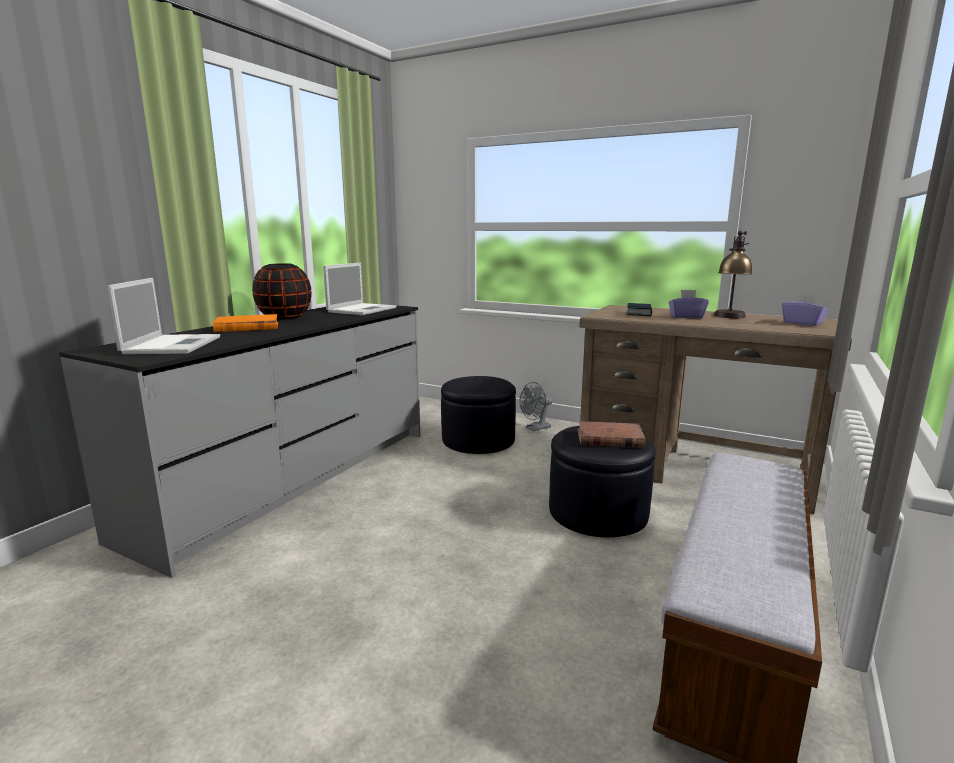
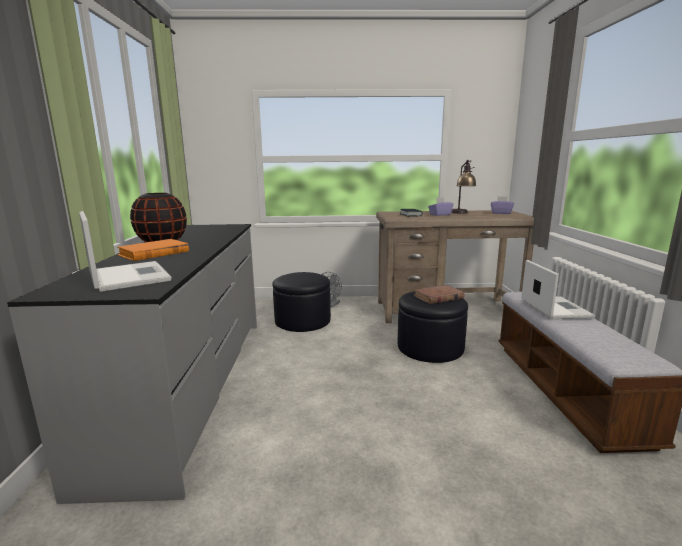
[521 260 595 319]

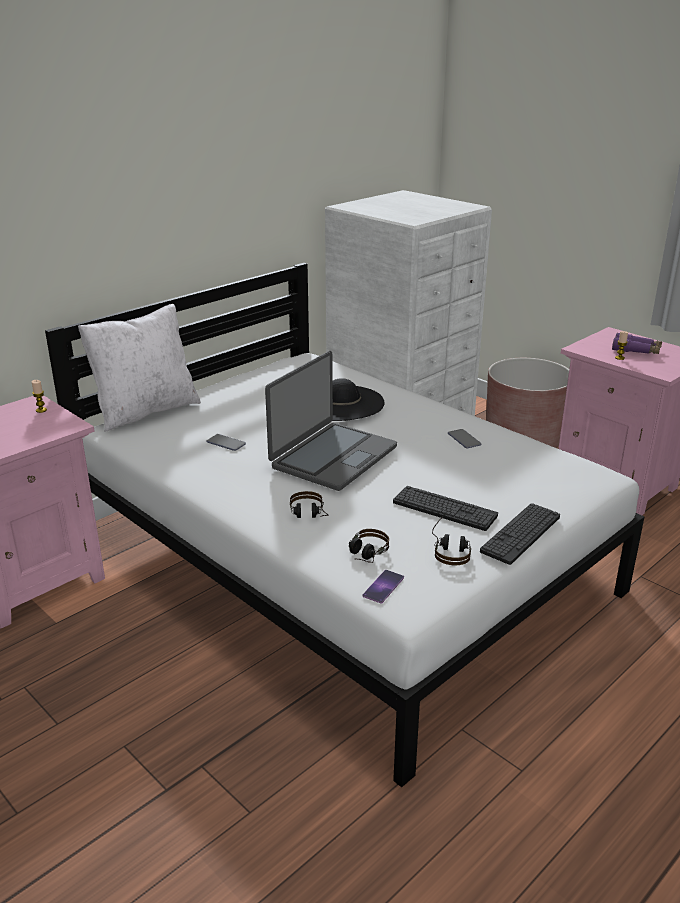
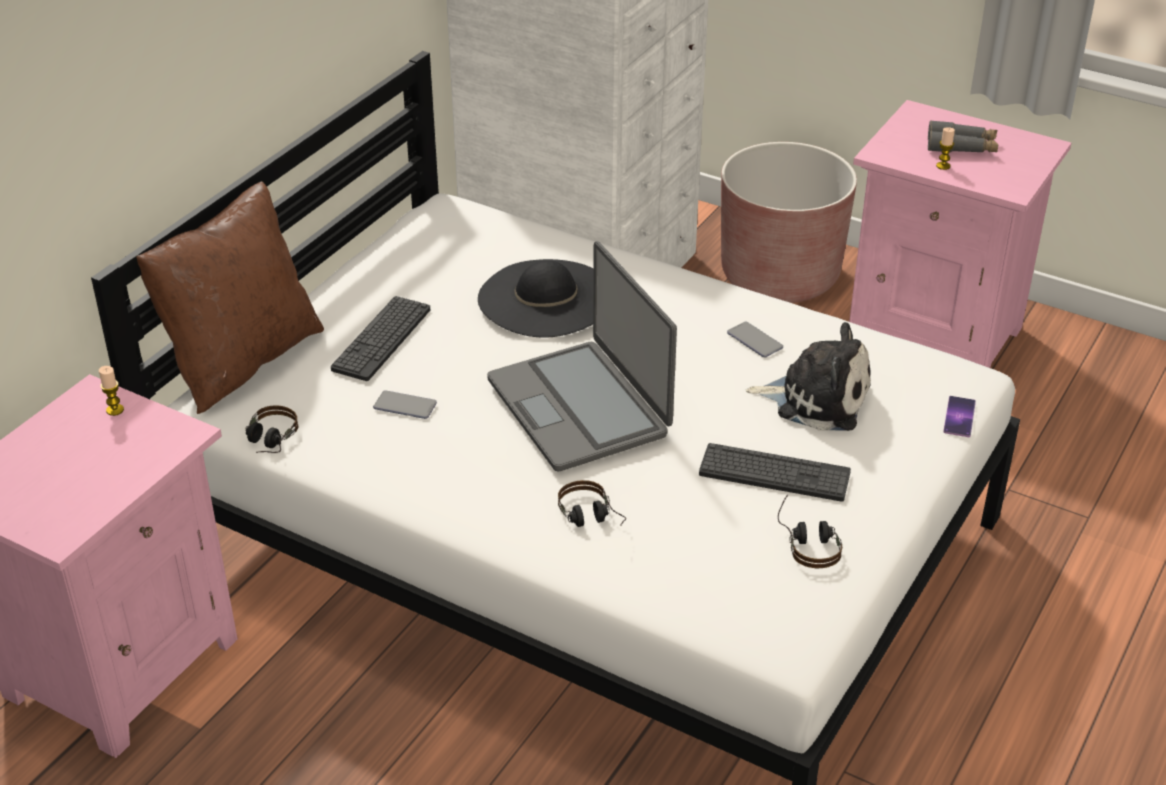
[746 322 871 431]
[245 405 298 453]
[943 396 976 437]
[331 296 430 381]
[137 181 324 414]
[928 120 998 153]
[487 241 677 472]

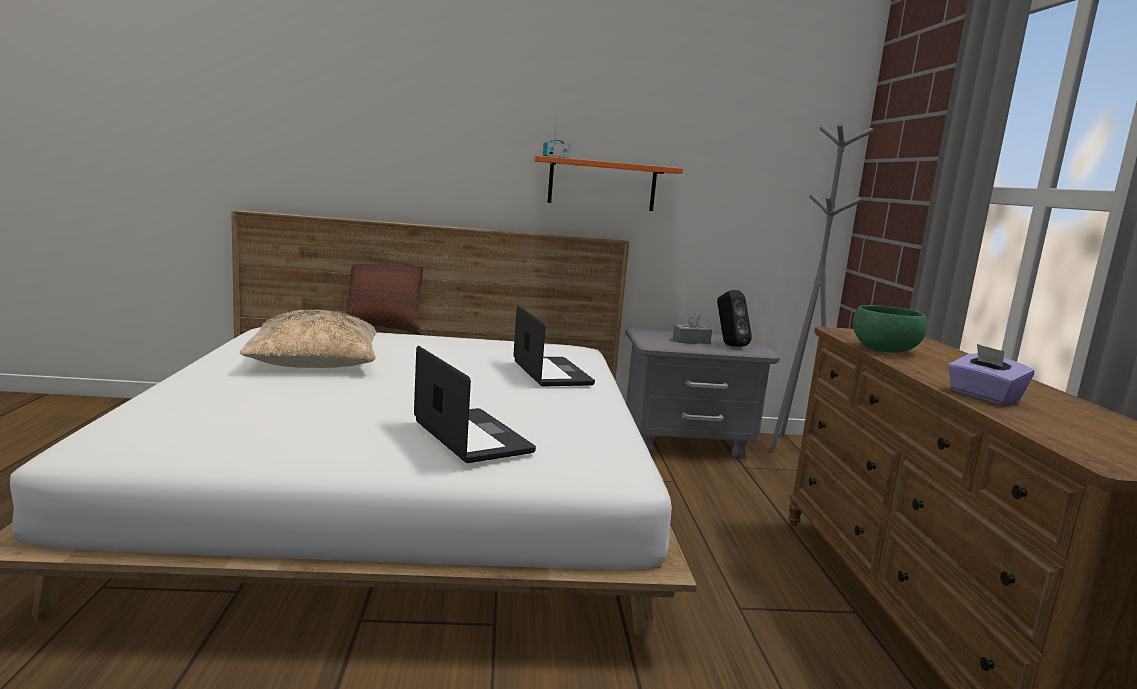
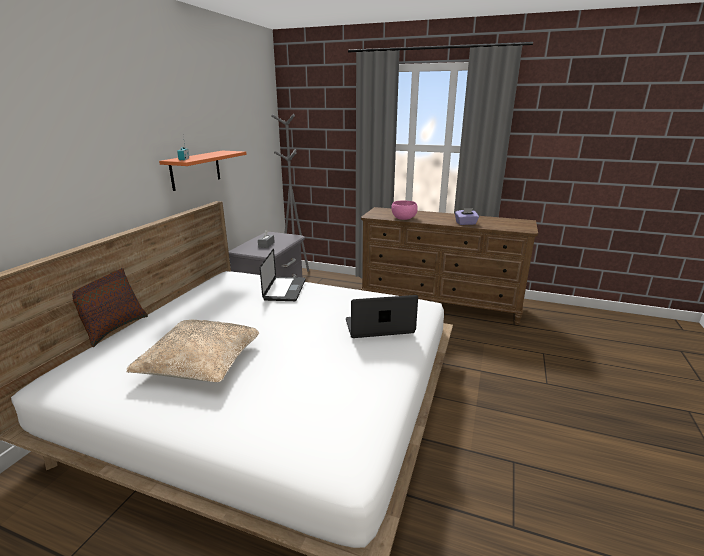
[717 290 752 347] (first image)
[391 200 418 220]
[260 248 306 301]

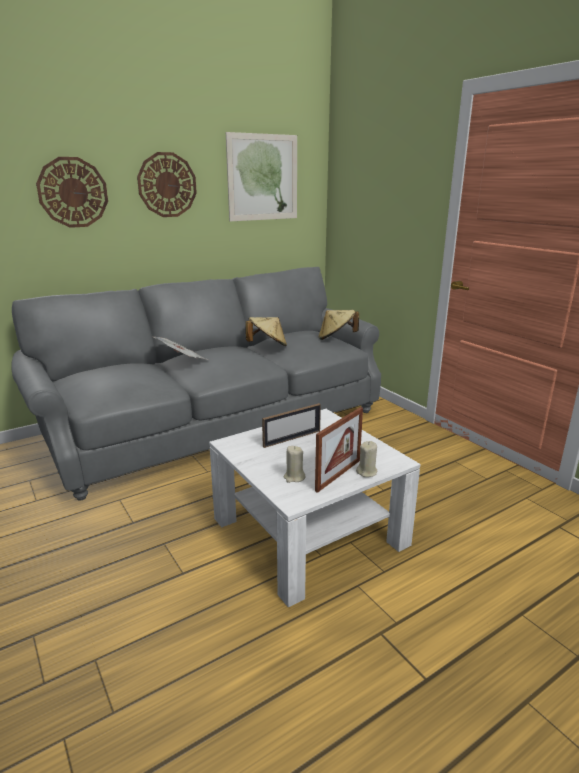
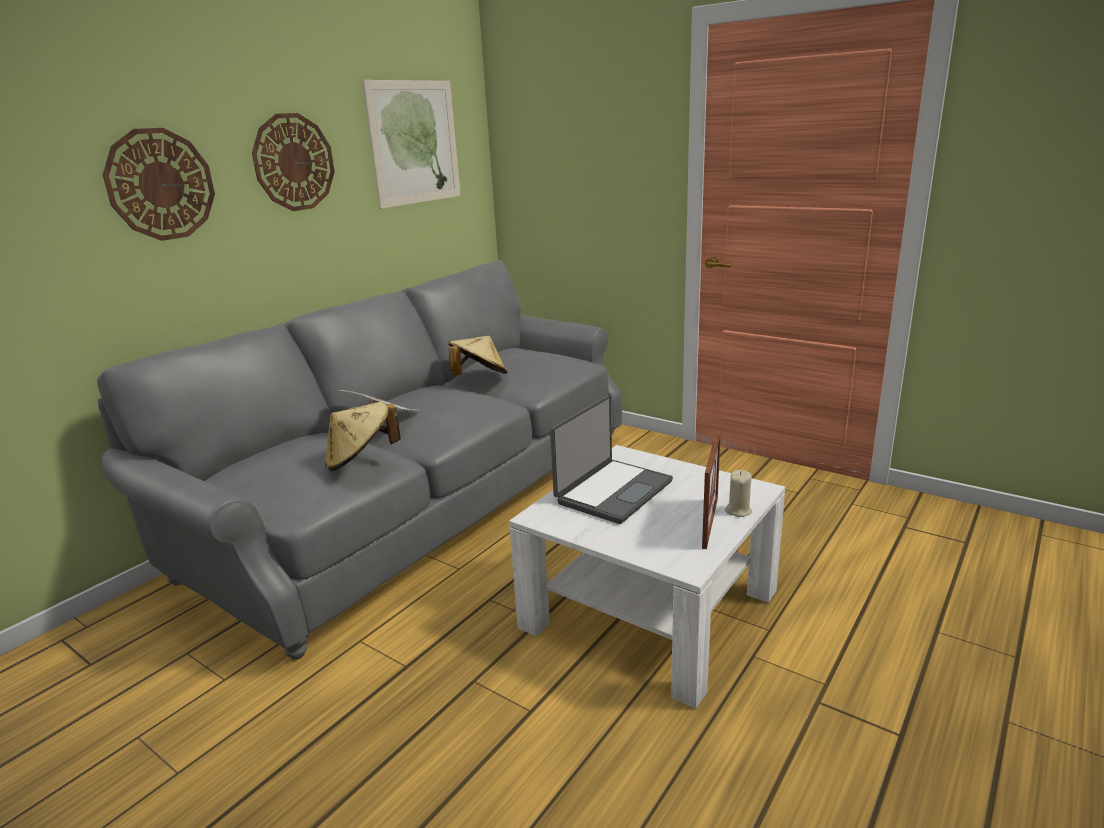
[284 446 306 483] (first image)
[325 402 401 471]
[550 395 673 524]

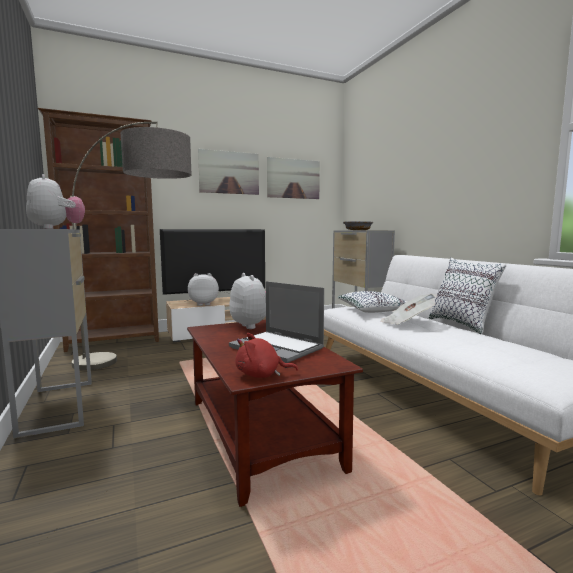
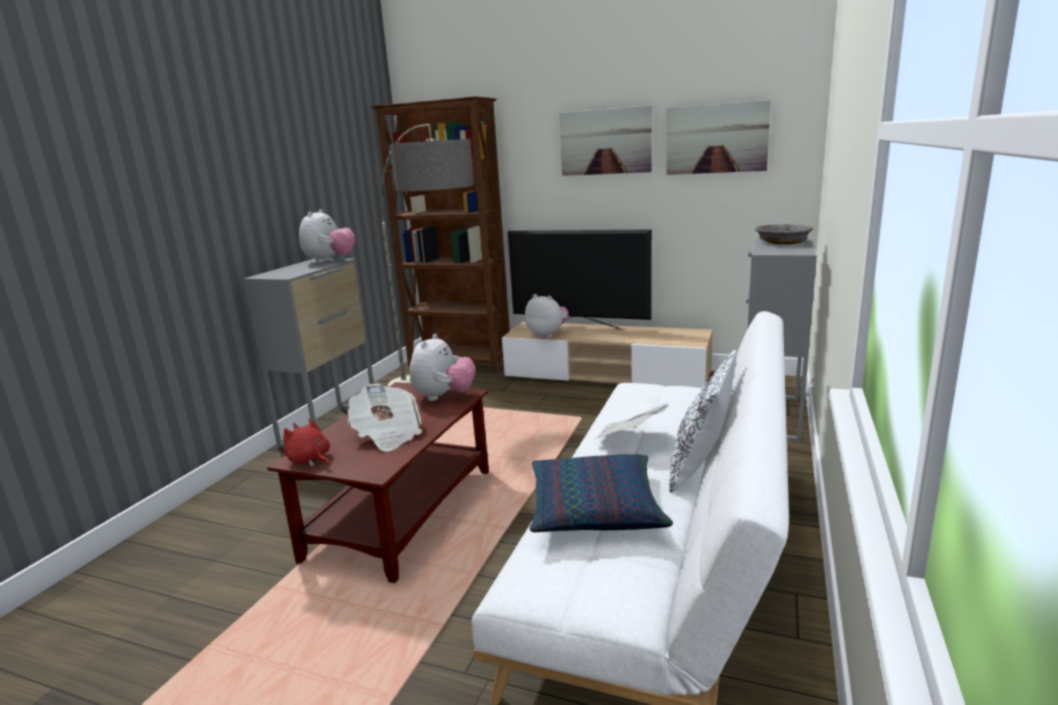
[338 291 407 313] (first image)
[529 454 673 532]
[348 383 422 452]

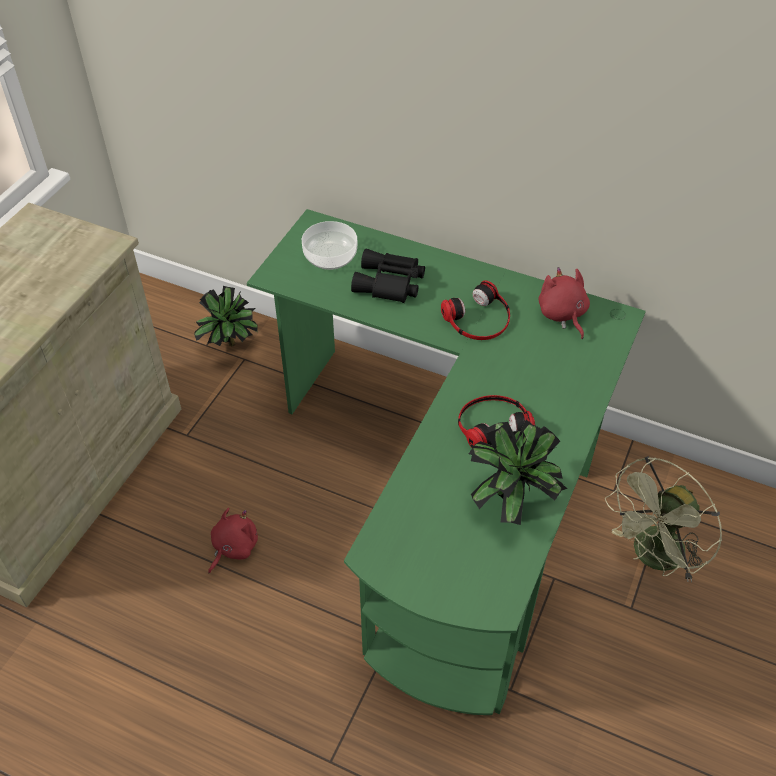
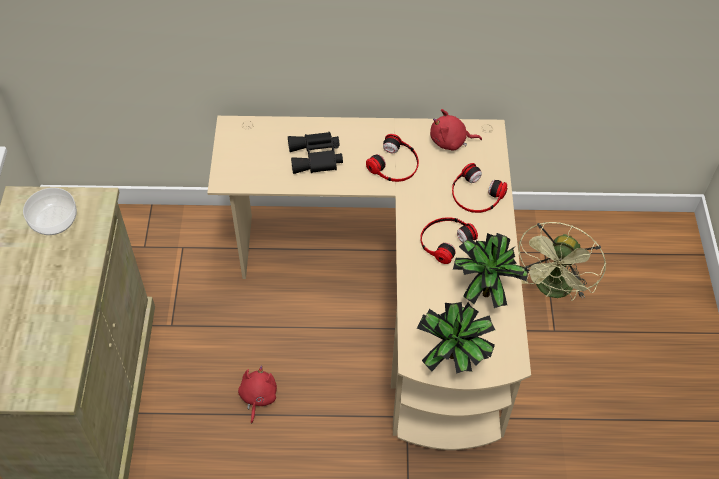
[452 163 507 213]
[417 302 495 374]
[23 188 77 235]
[207 116 531 450]
[430 109 482 150]

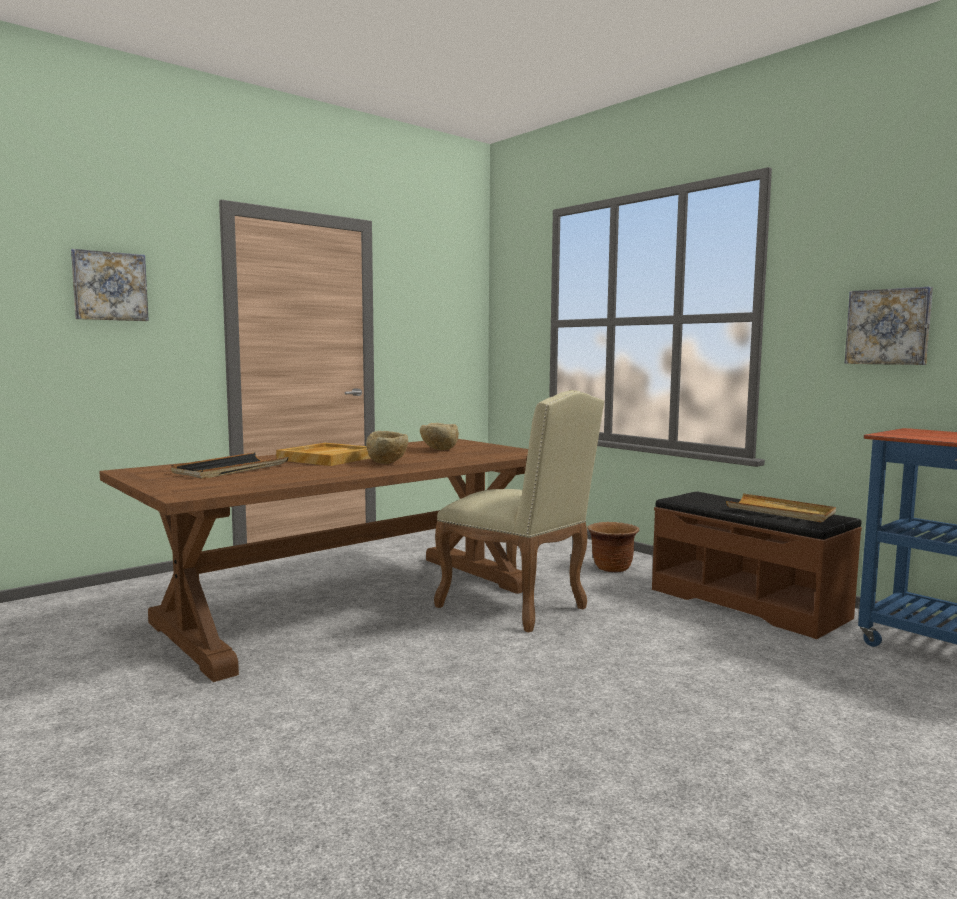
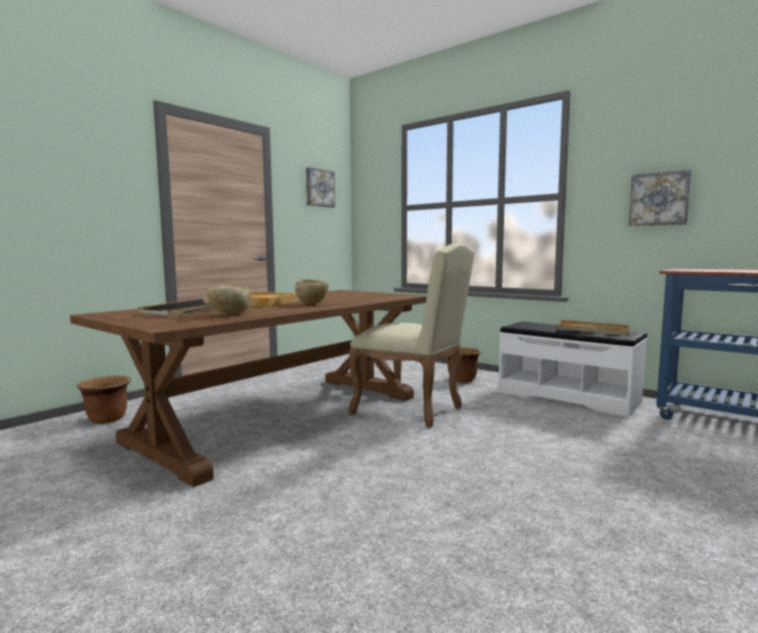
[77 375 131 424]
[306 167 335 208]
[207 286 251 314]
[498 321 647 417]

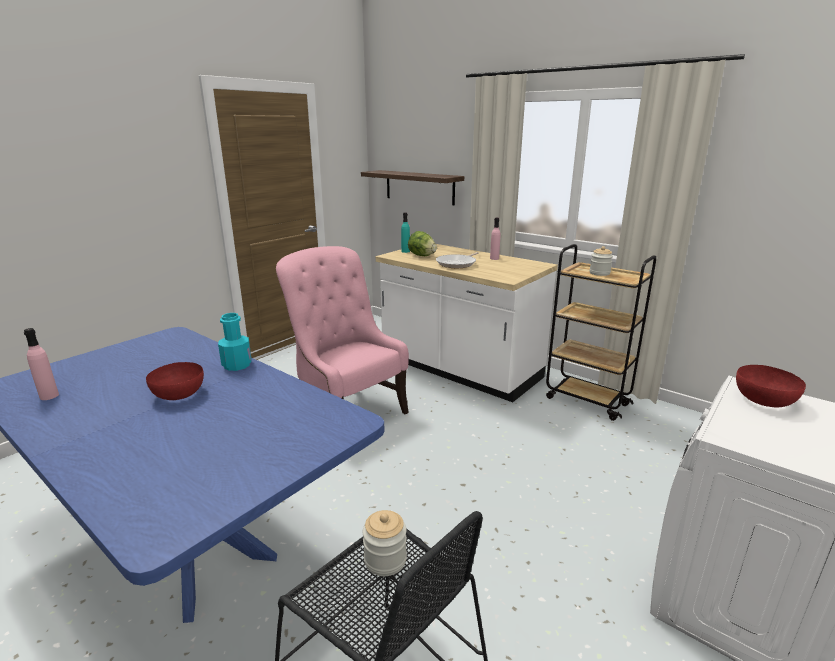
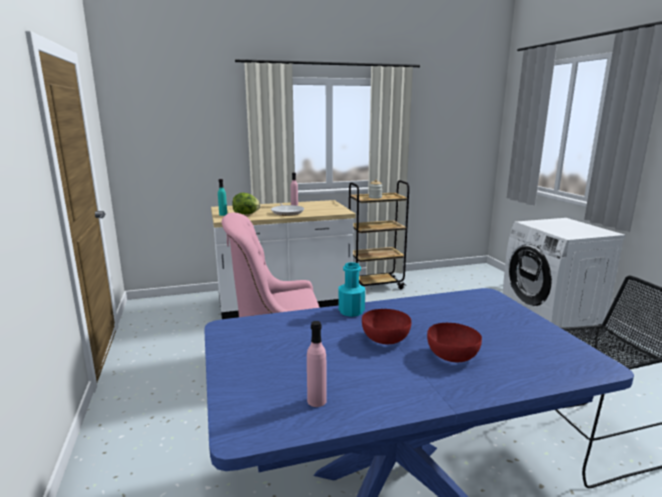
[361 170 464 205] (first image)
[363 510 407 576] (first image)
[427 323 482 362]

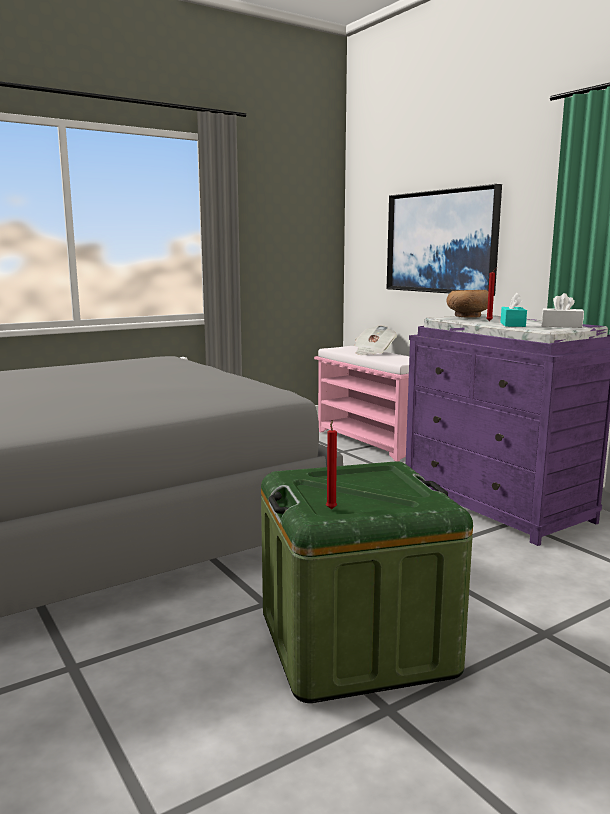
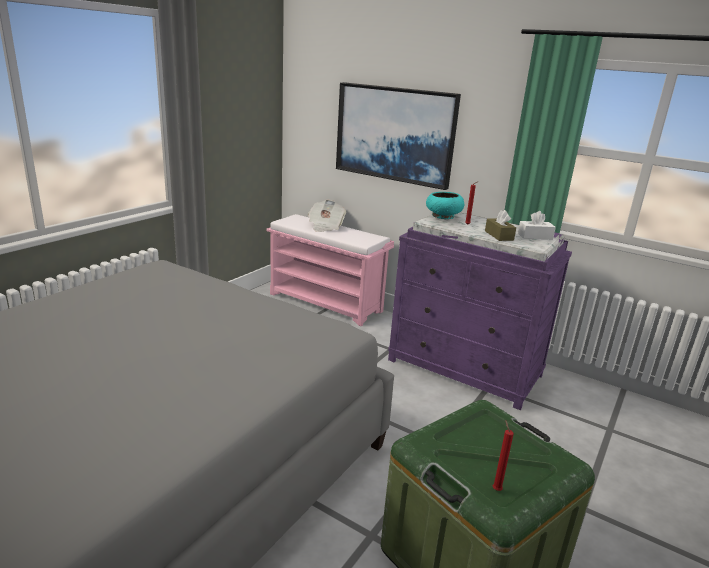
[426 192 464 219]
[485 210 516 241]

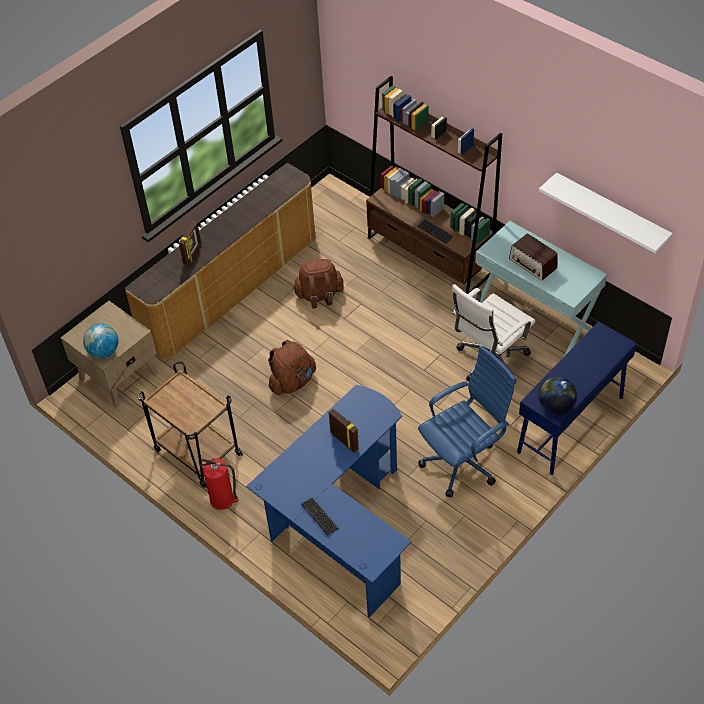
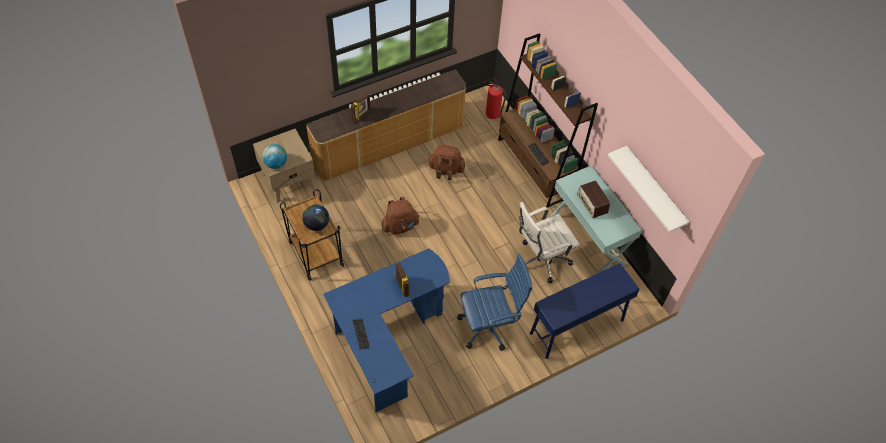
[485 81 506 119]
[302 204 329 231]

